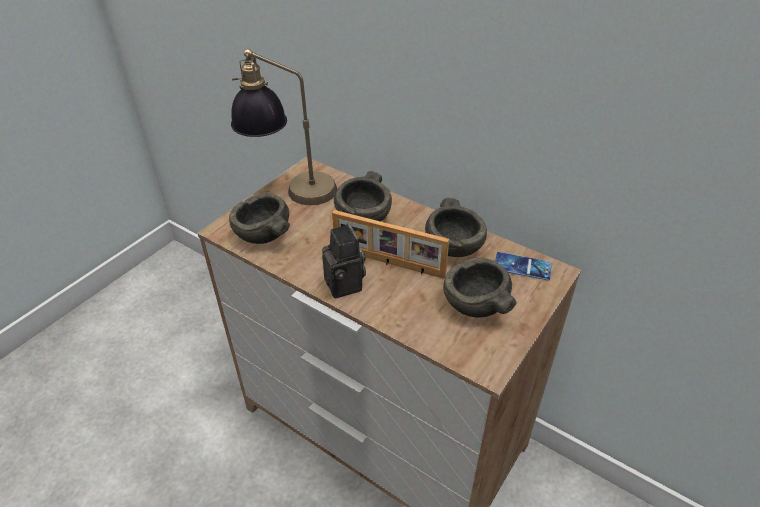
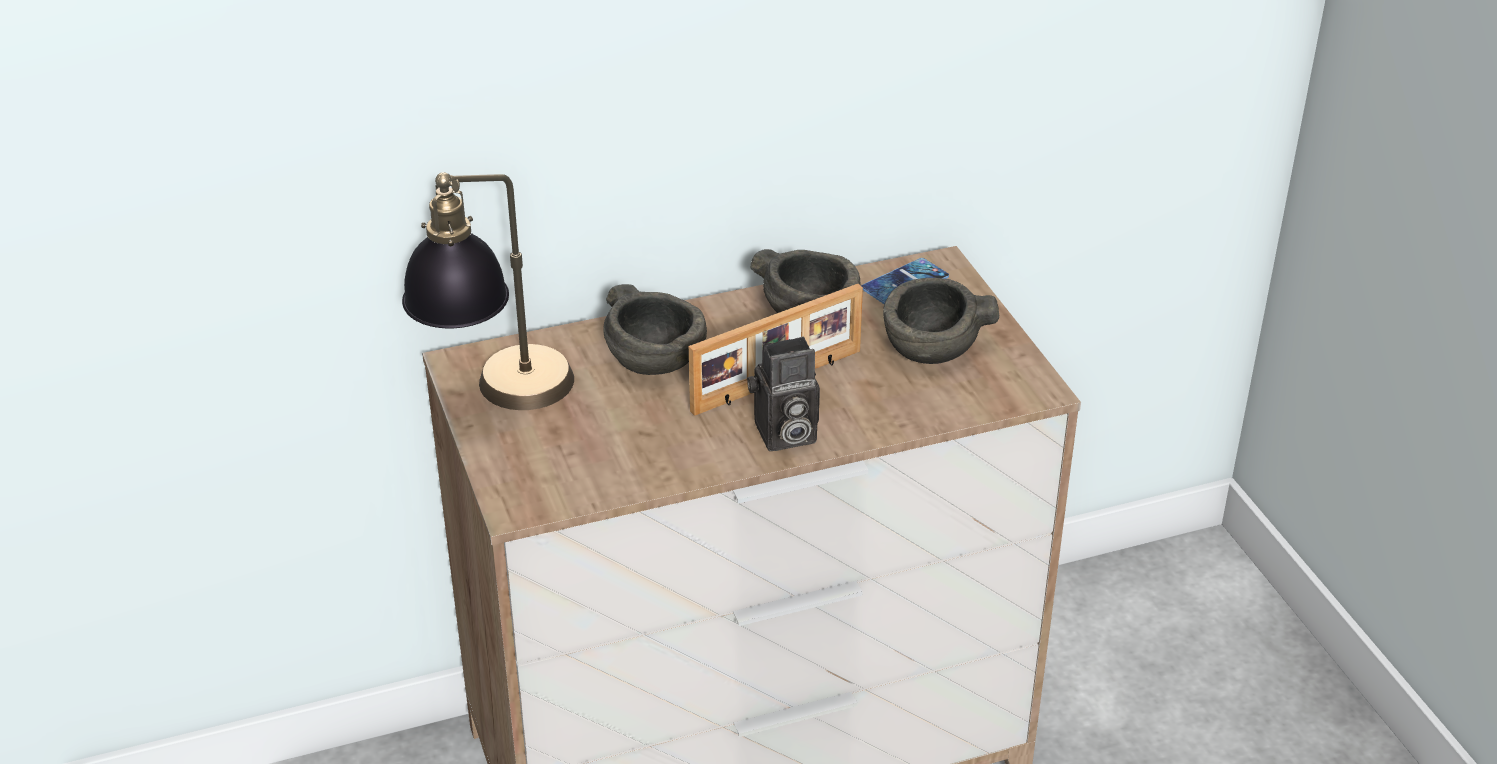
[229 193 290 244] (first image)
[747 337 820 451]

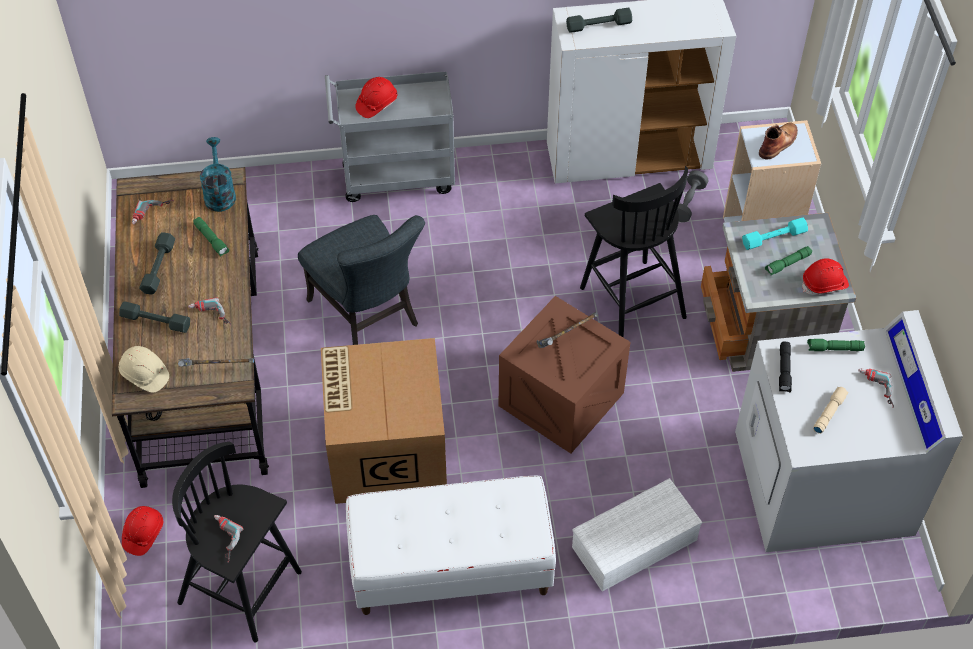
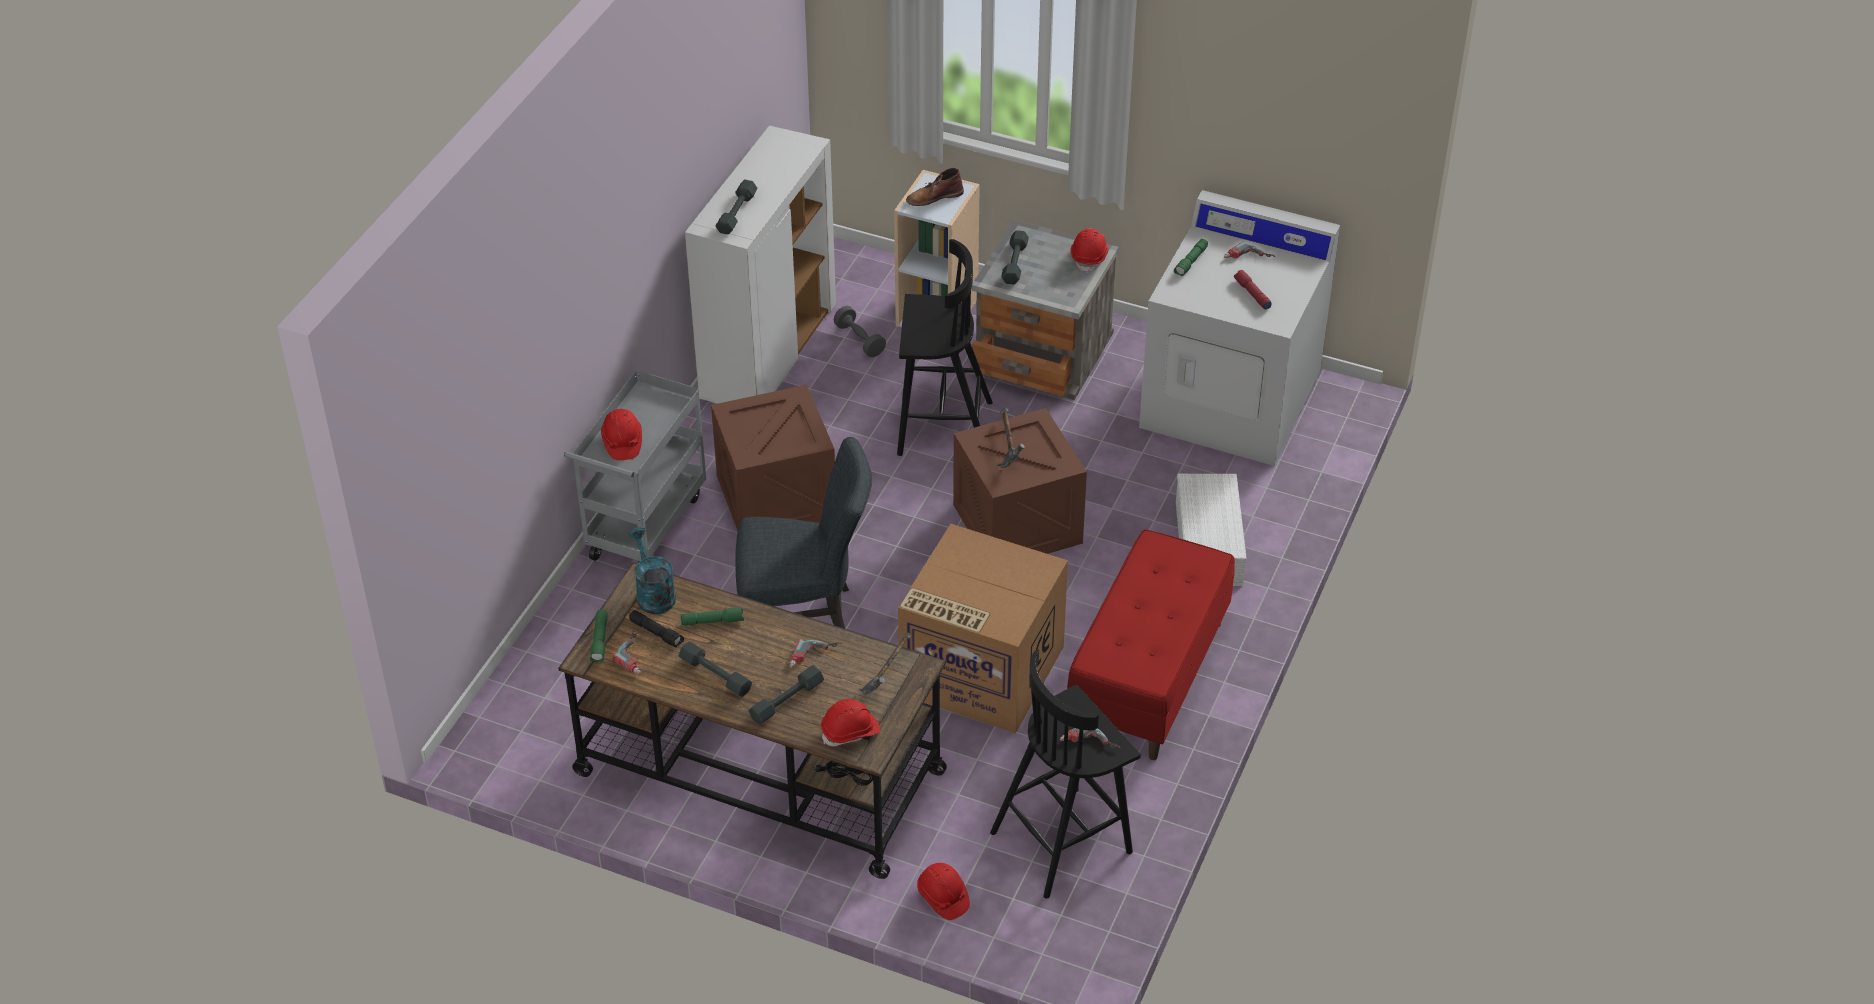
[711 385 835 531]
[590 610 608 662]
[629 610 684 648]
[821 699 880 746]
[1067 529 1235 760]
[1001 230 1029 285]
[1234 270 1272 310]
[629 527 676 614]
[906 168 964 206]

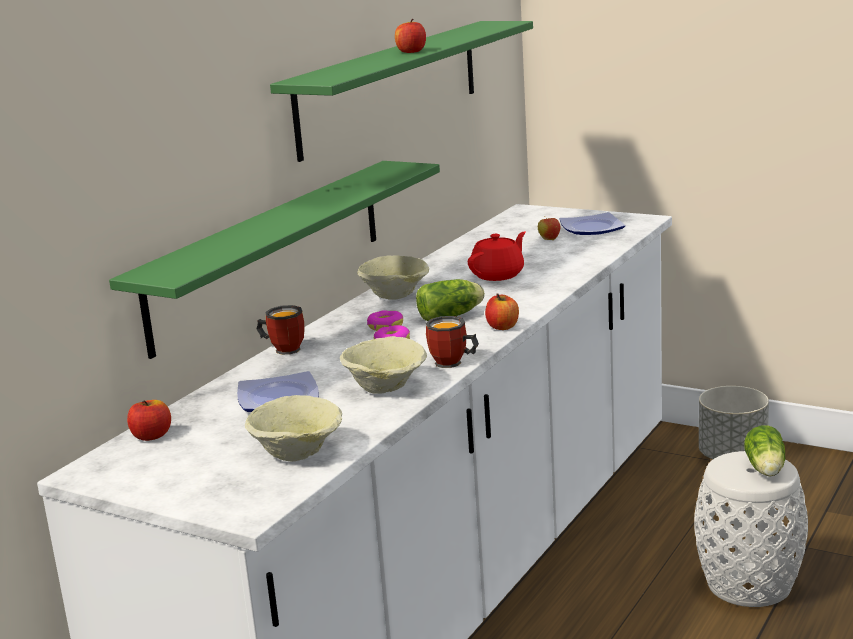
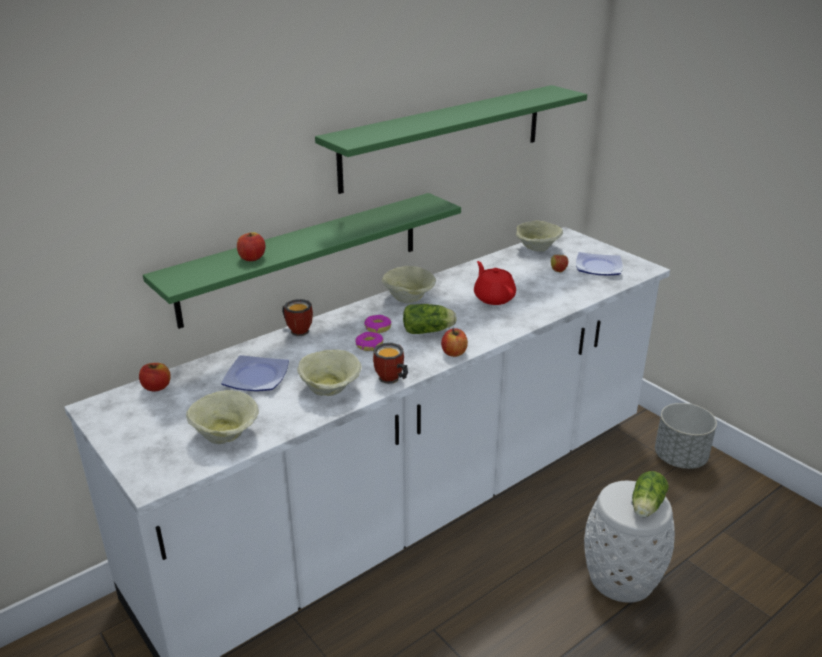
[516 220 563 252]
[237 232 266 261]
[474 261 516 305]

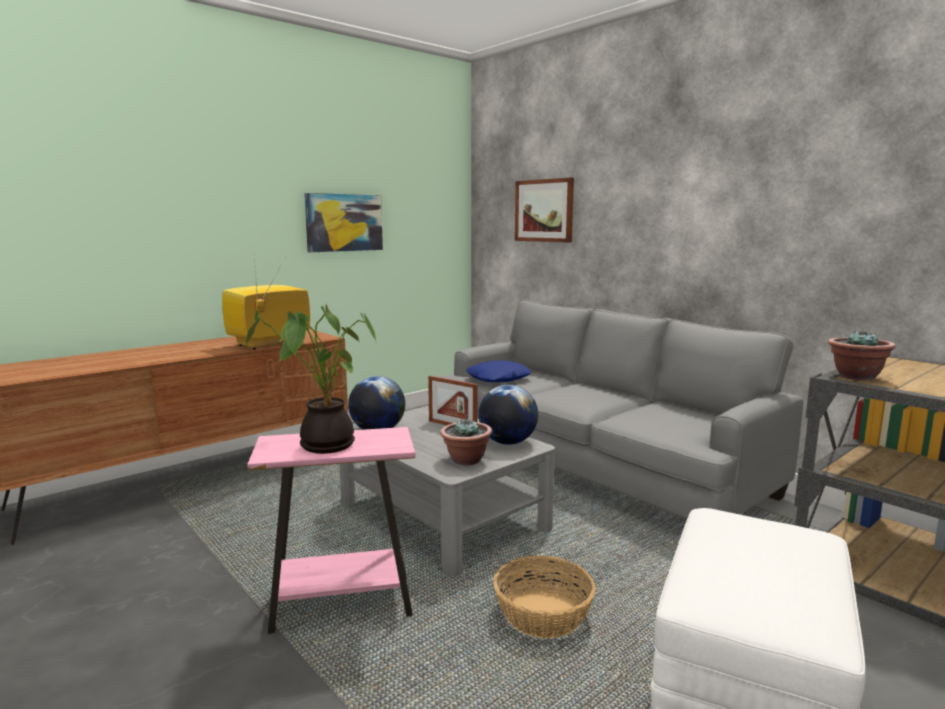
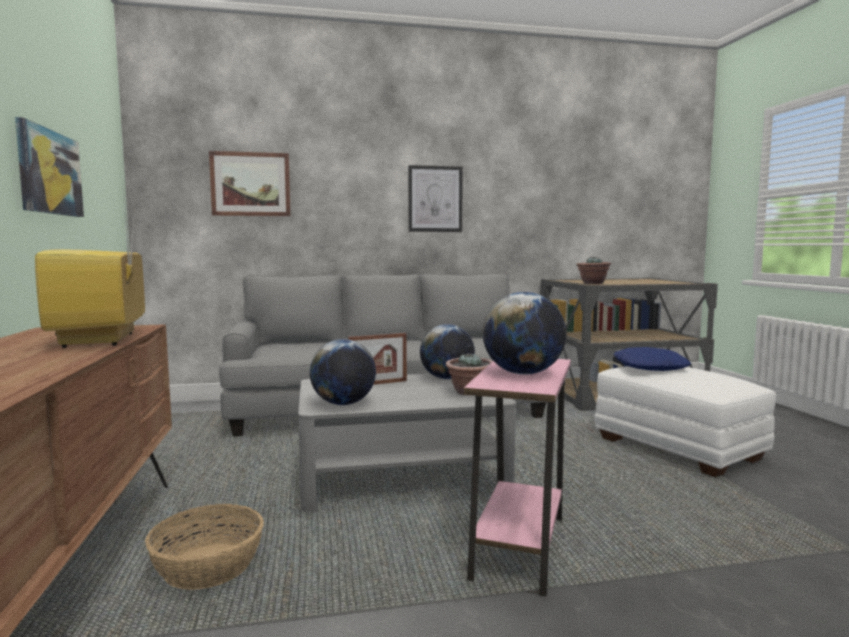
[408 165 463 232]
[614 347 691 371]
[145 504 264 590]
[483 292 567 375]

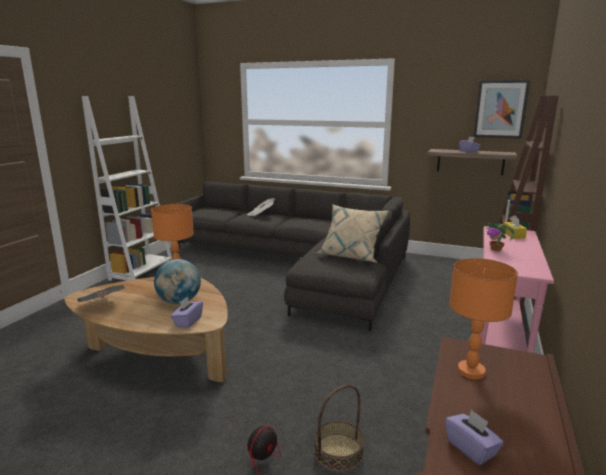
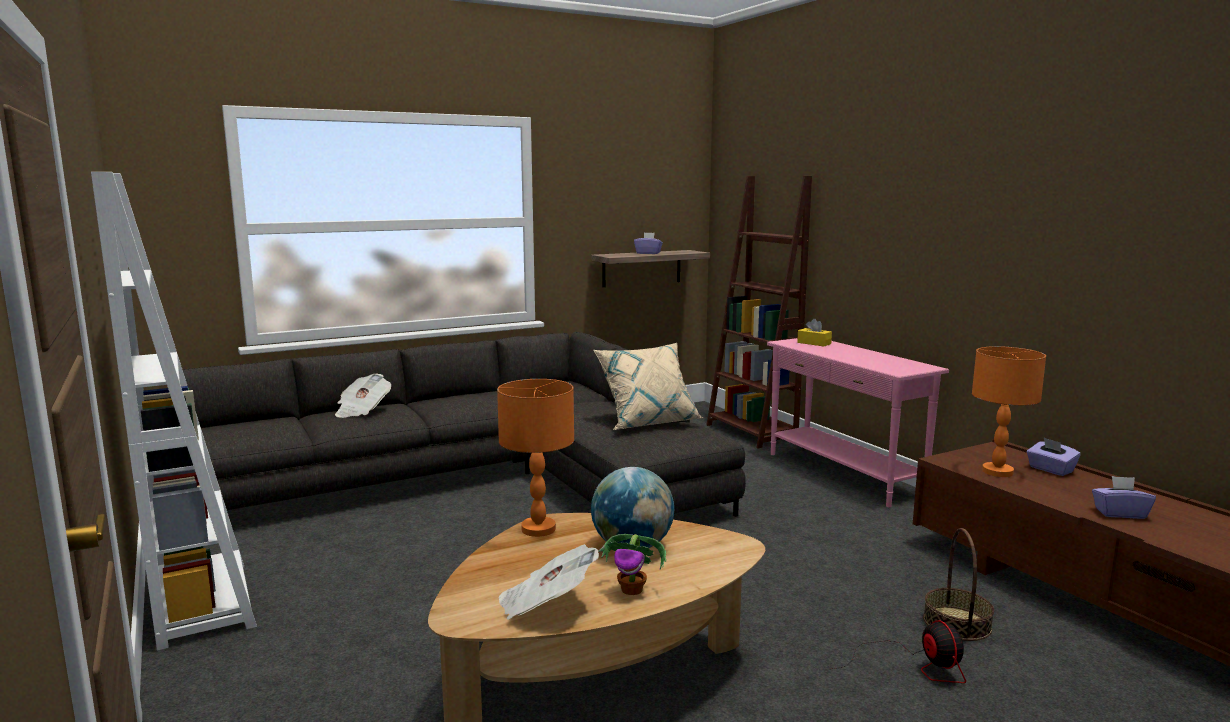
[473 80 530 139] (first image)
[1027 438 1081 476]
[598 534 666 595]

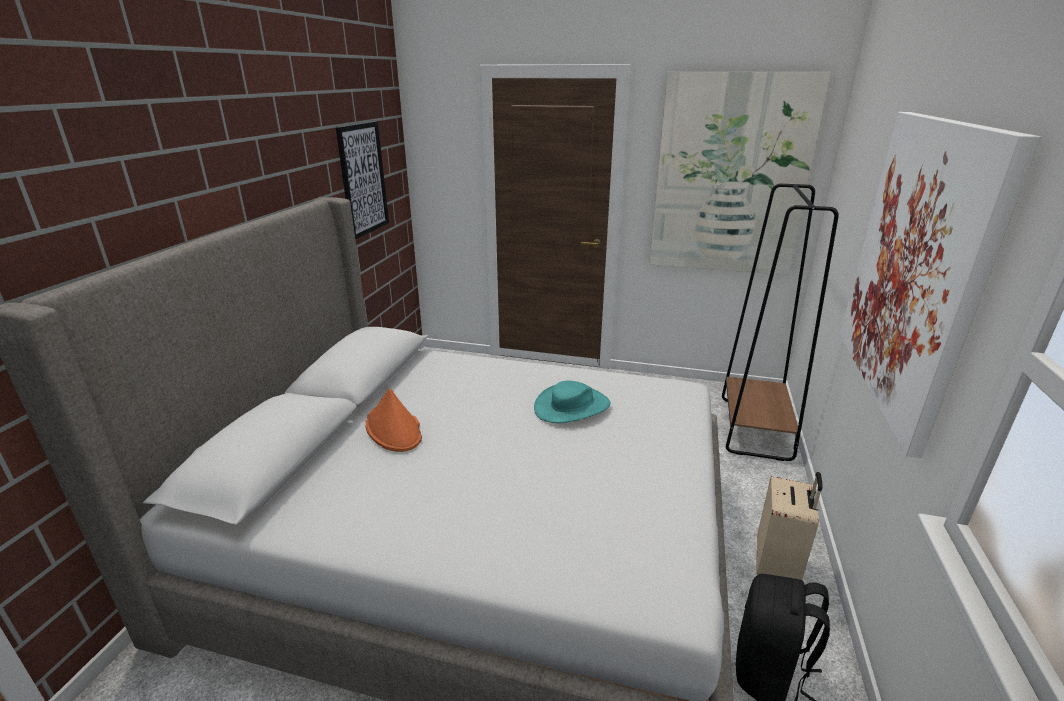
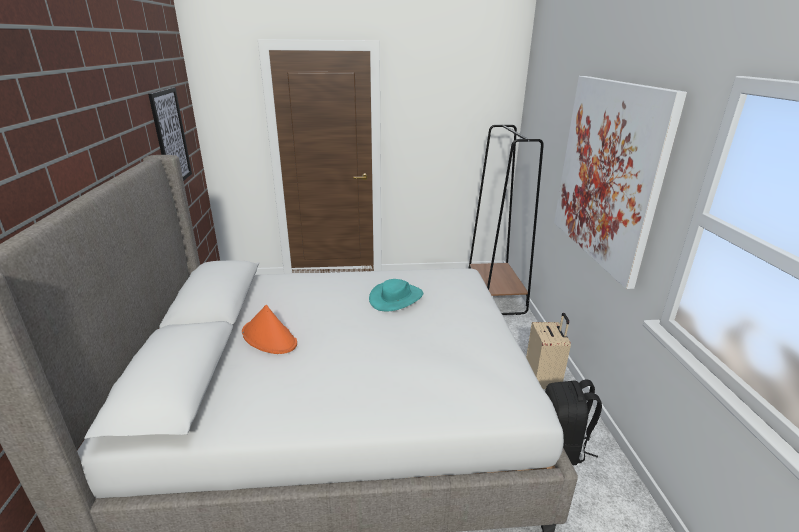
[649 72 831 275] (first image)

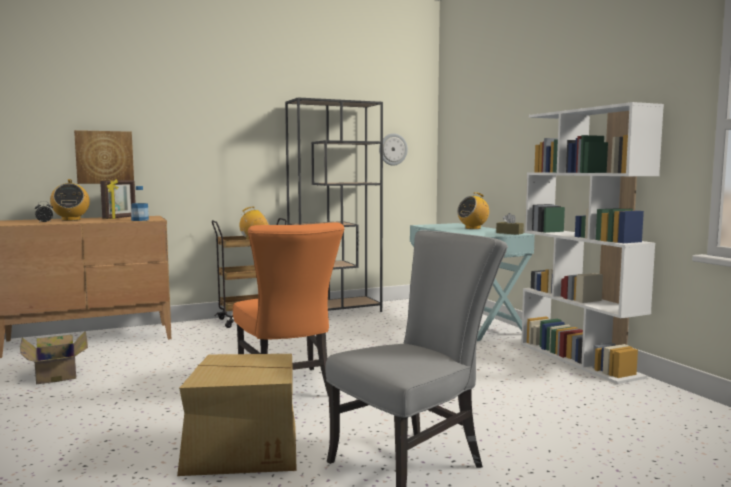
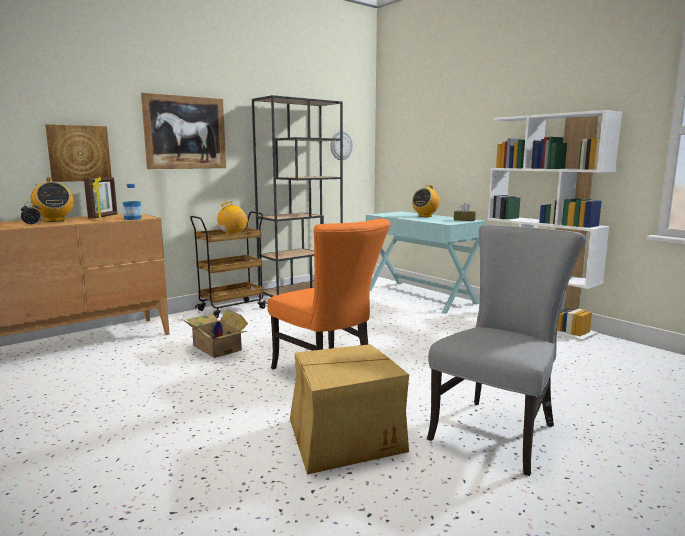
[141 93 226 169]
[182 309 248 358]

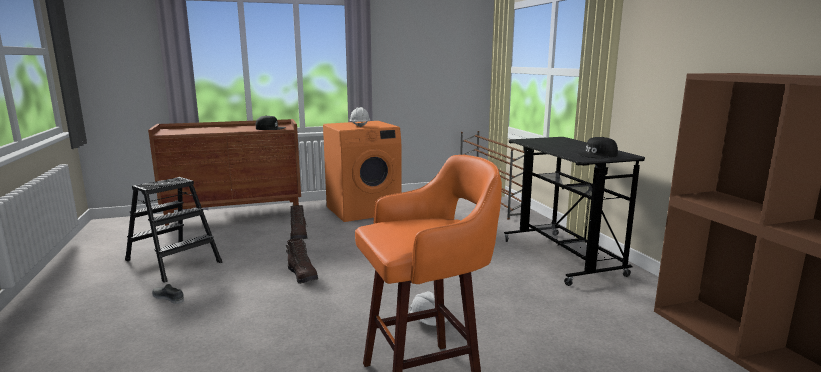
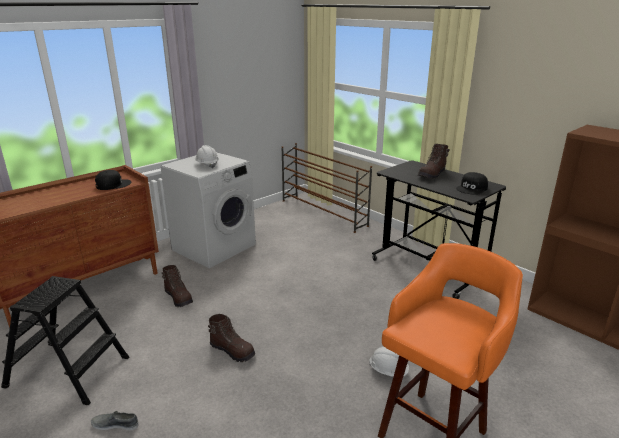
[418 144 450 179]
[160 152 256 268]

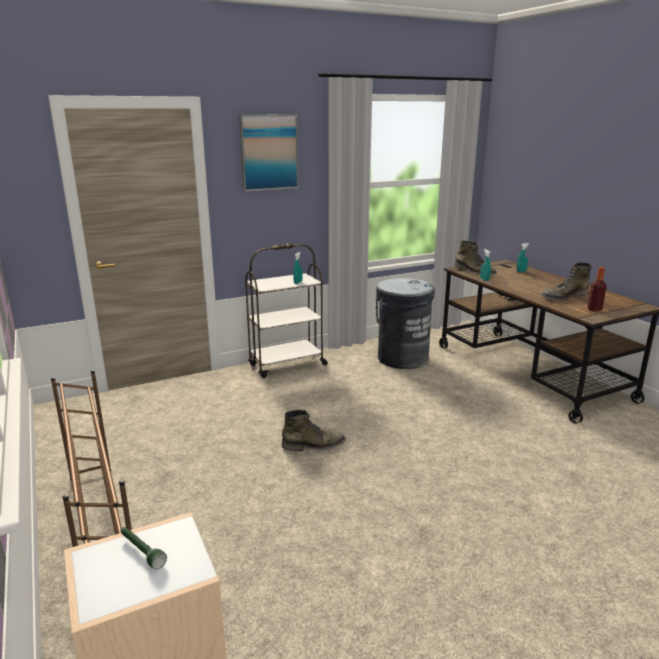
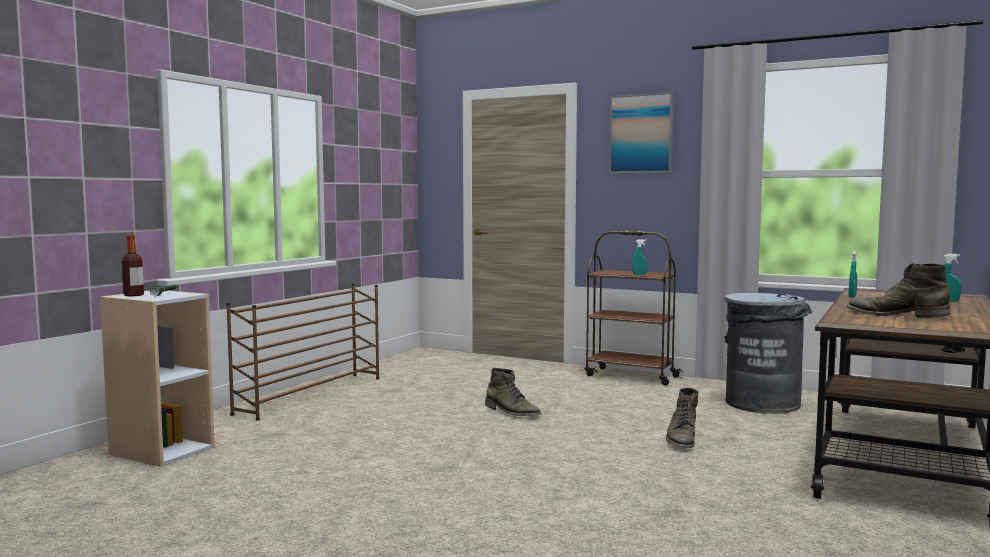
[666 388 699 448]
[122 235 144 296]
[584 230 684 385]

